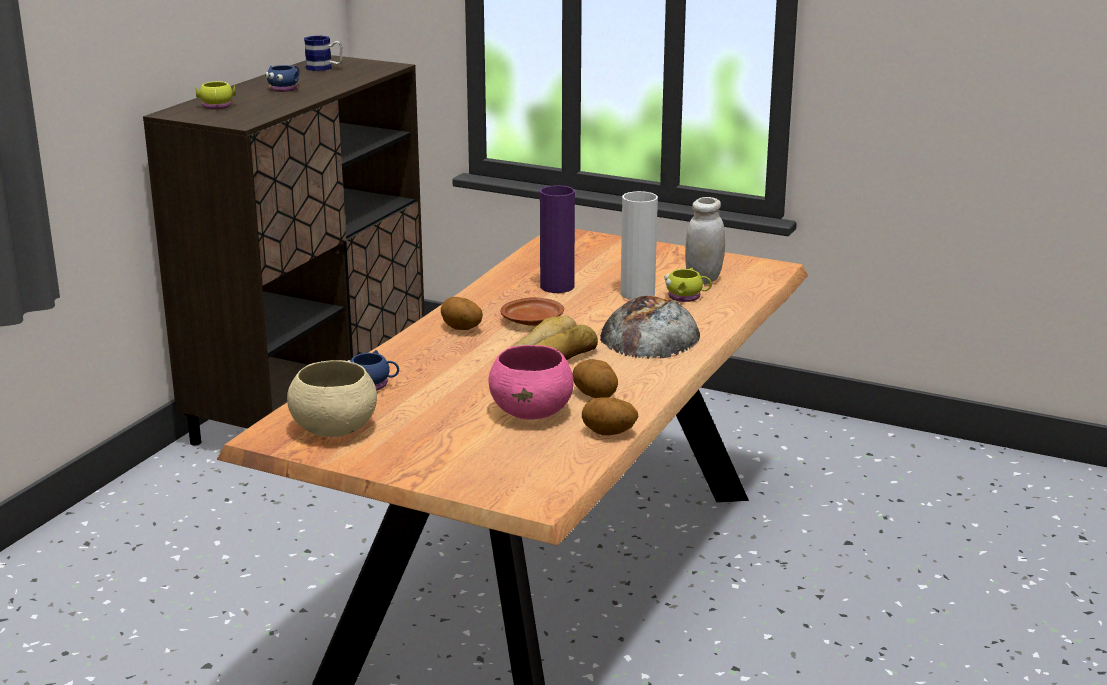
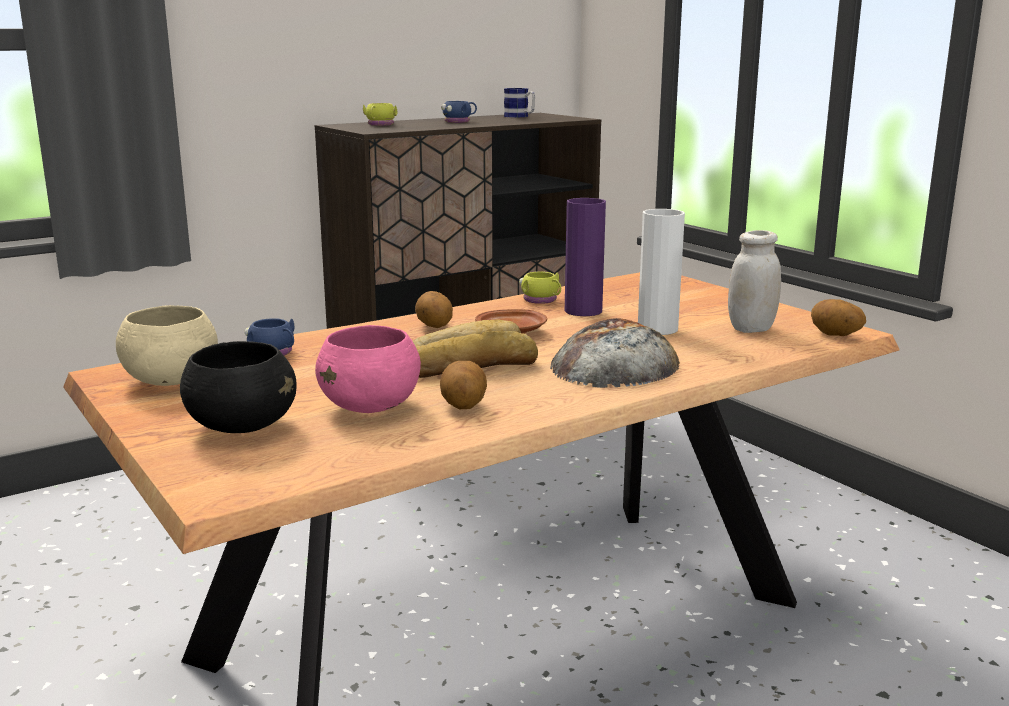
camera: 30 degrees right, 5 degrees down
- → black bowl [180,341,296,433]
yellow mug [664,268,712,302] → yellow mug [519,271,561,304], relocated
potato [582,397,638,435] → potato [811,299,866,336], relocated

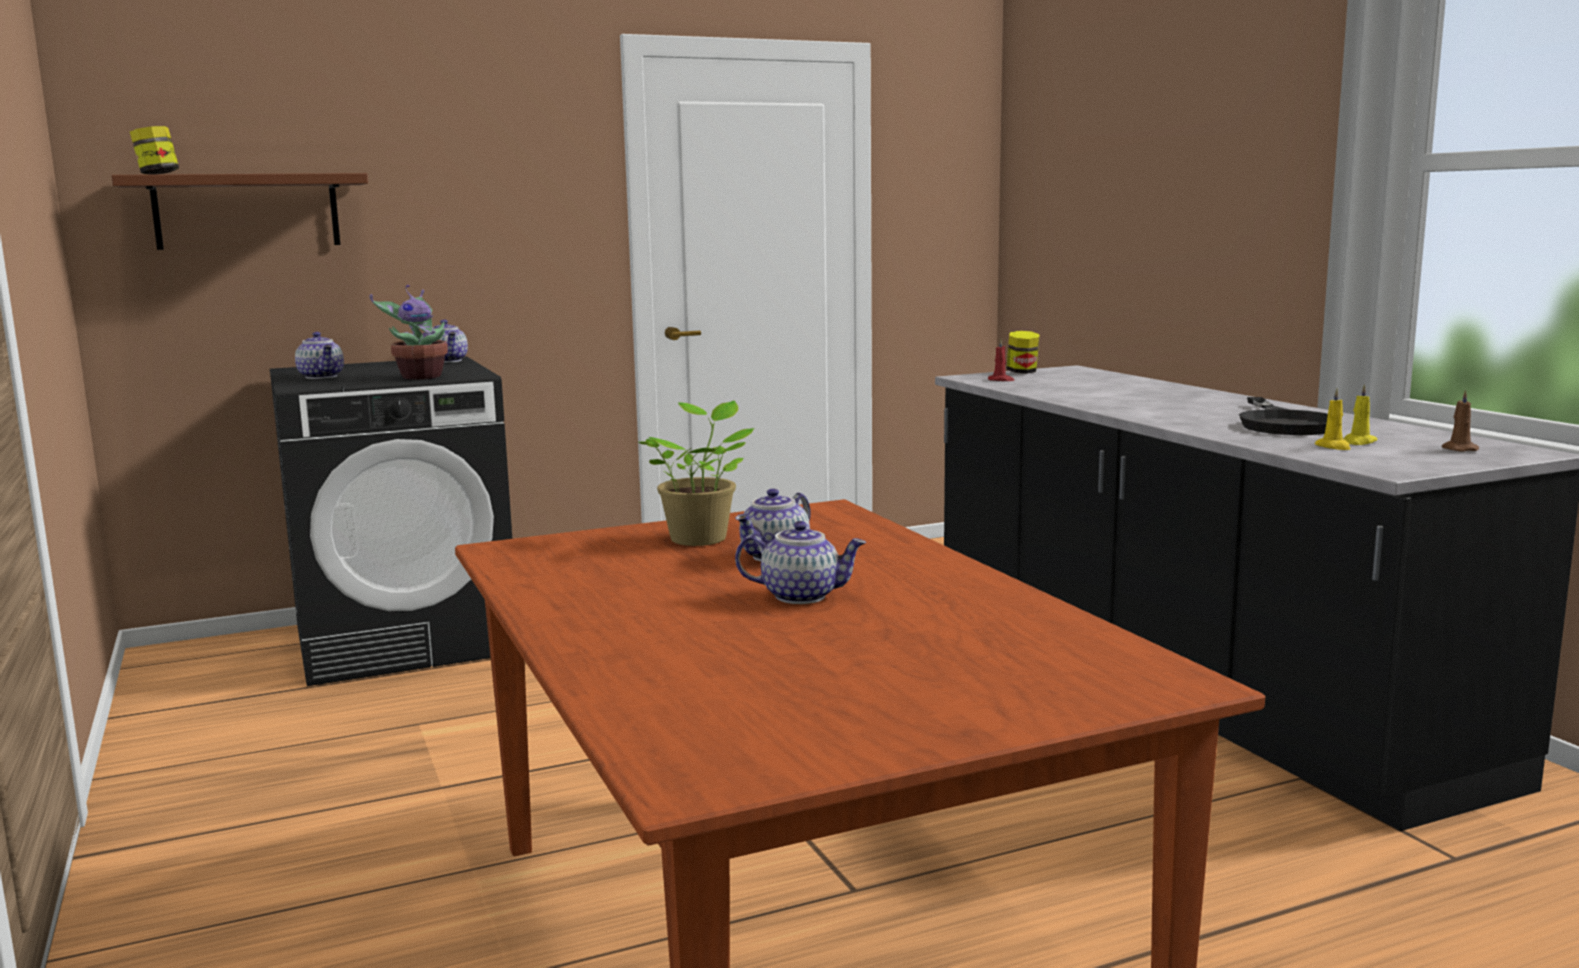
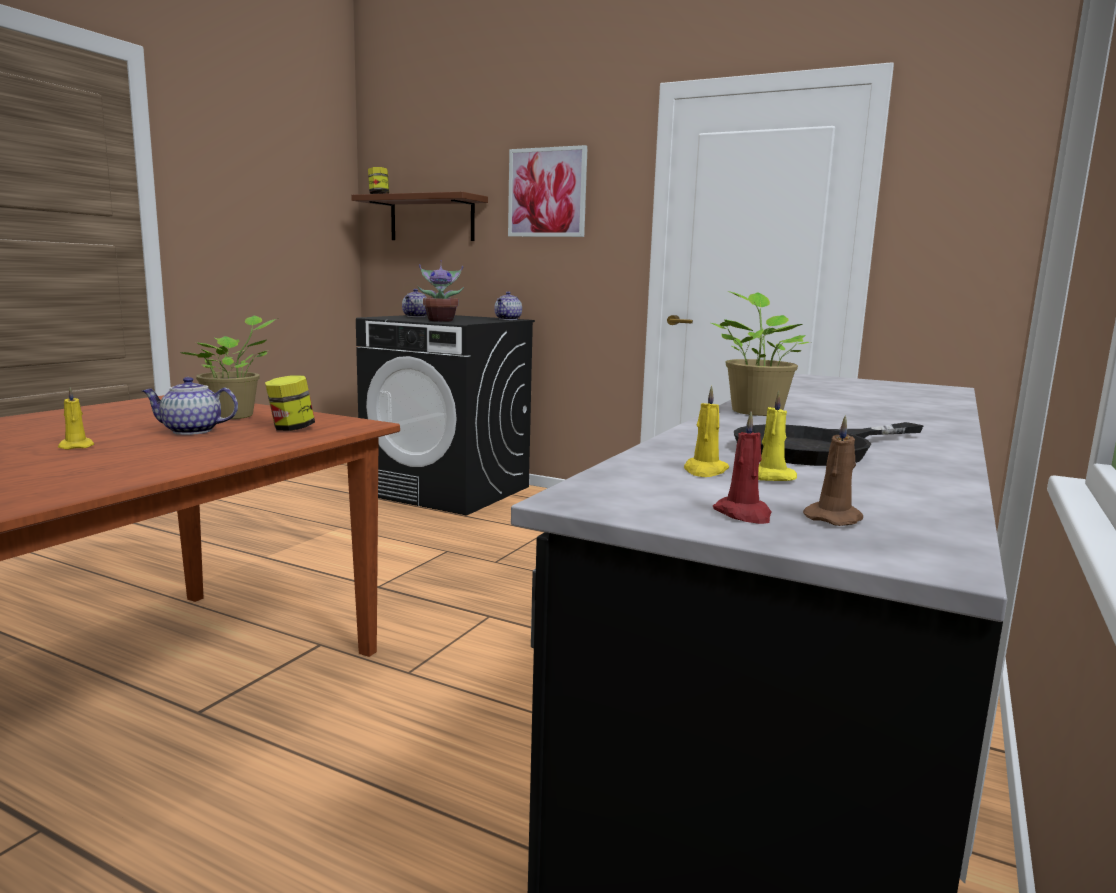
camera: 50 degrees right, 0 degrees up
teapot [735,521,867,604] → yellow candle [58,387,94,449]
jar [1006,331,1040,374] → jar [265,375,315,431], relocated
- → picture [508,145,588,237]
- → potted plant [711,291,809,416]
red candle [988,339,1014,381] → red candle [713,411,771,524], relocated

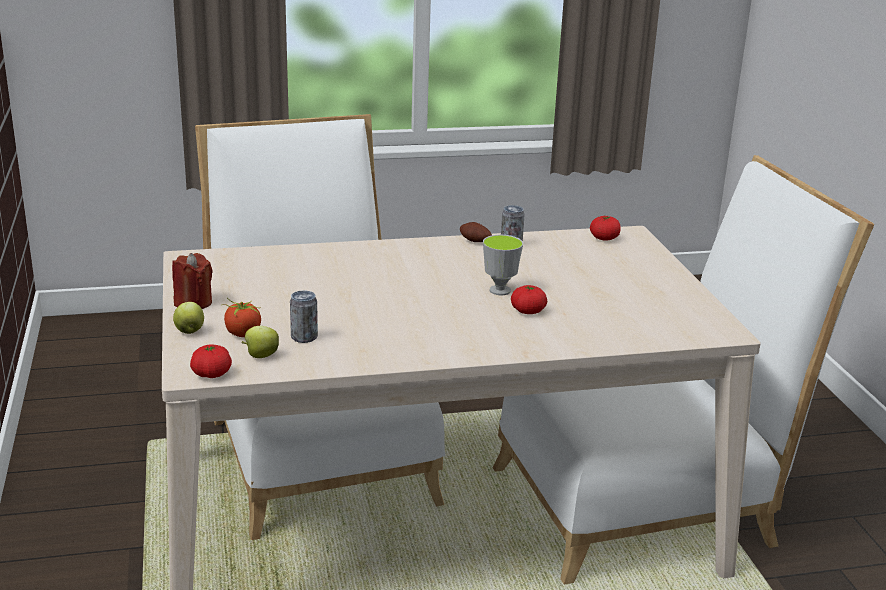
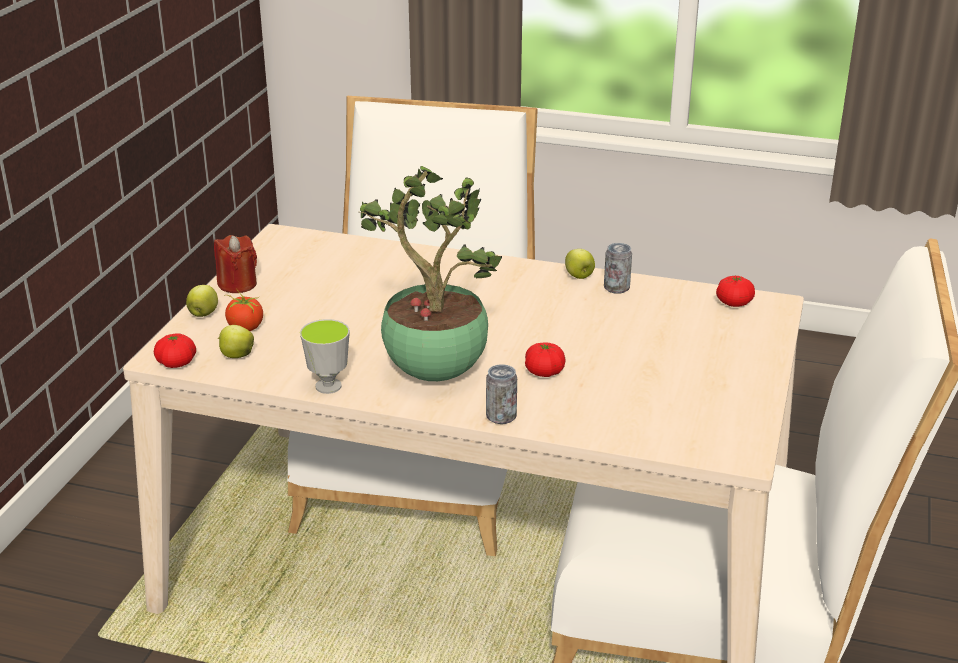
camera: 30 degrees right, 5 degrees up
cup [483,235,523,295] → cup [300,319,350,394], relocated
- → potted plant [360,166,502,381]
can [290,290,318,343] → can [486,364,517,424], relocated
potato [460,222,492,242] → apple [565,249,595,279]

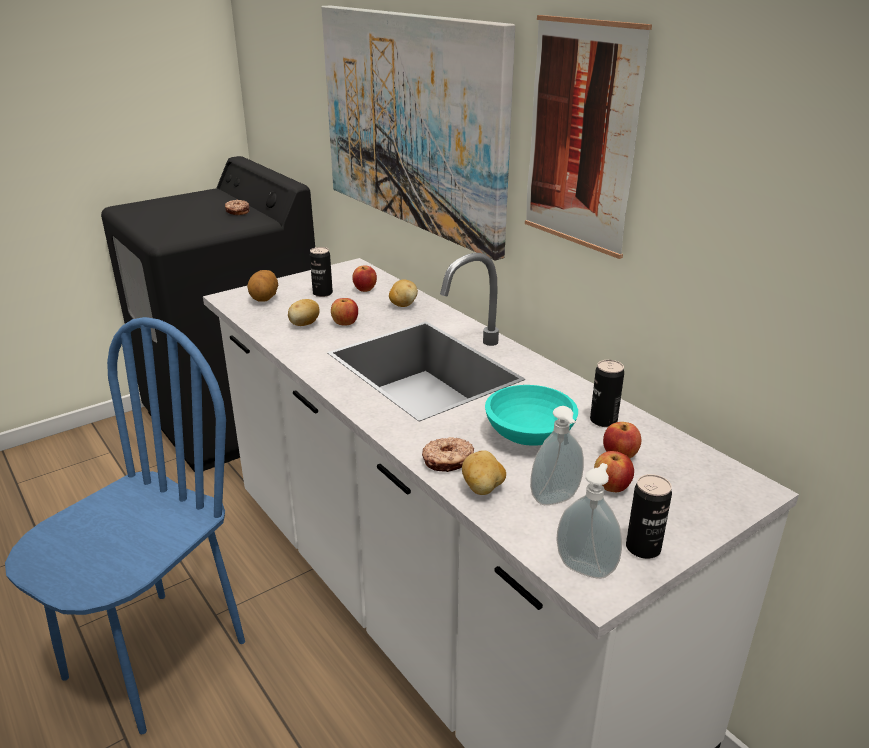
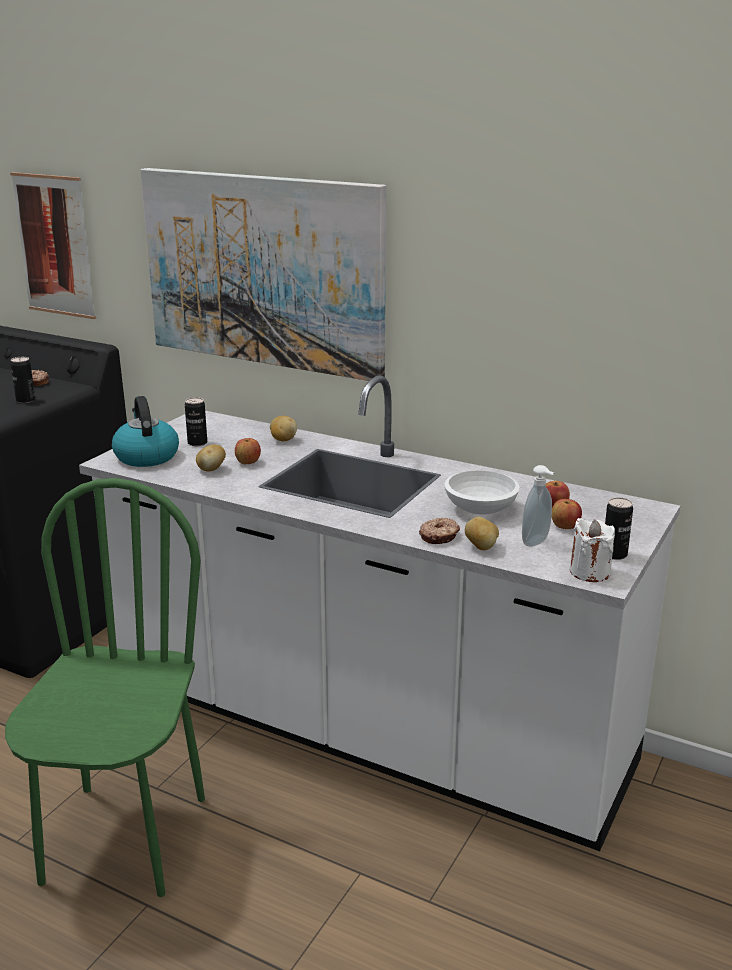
camera: 25 degrees left, 5 degrees down
blue chair [5,317,245,734] → green chair [5,478,205,897]
picture [525,15,652,259] → picture [10,172,96,319], relocated
can [590,360,624,427] → can [10,357,35,403], relocated
potato [247,270,278,302] → kettle [112,396,179,467]
turquoise bowl [485,385,578,446] → white bowl [444,470,520,515]
soap dispenser [556,463,622,579] → white candle [570,518,615,582]
apple [352,265,377,292] → -

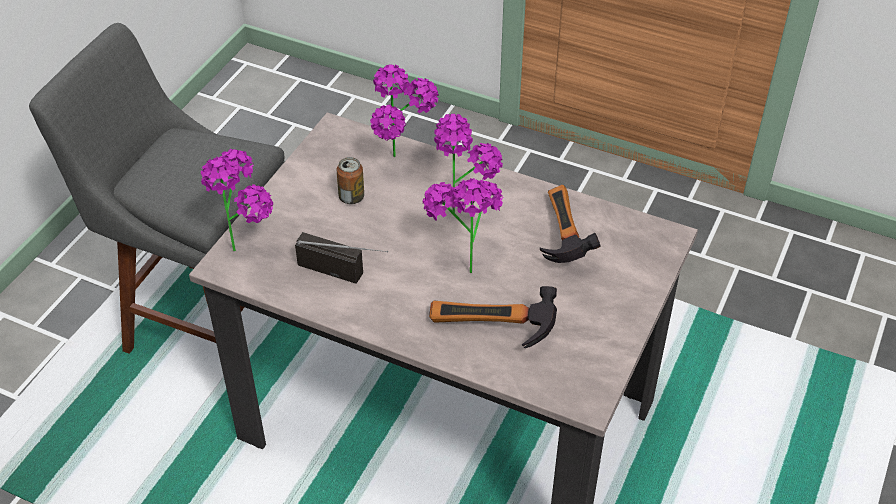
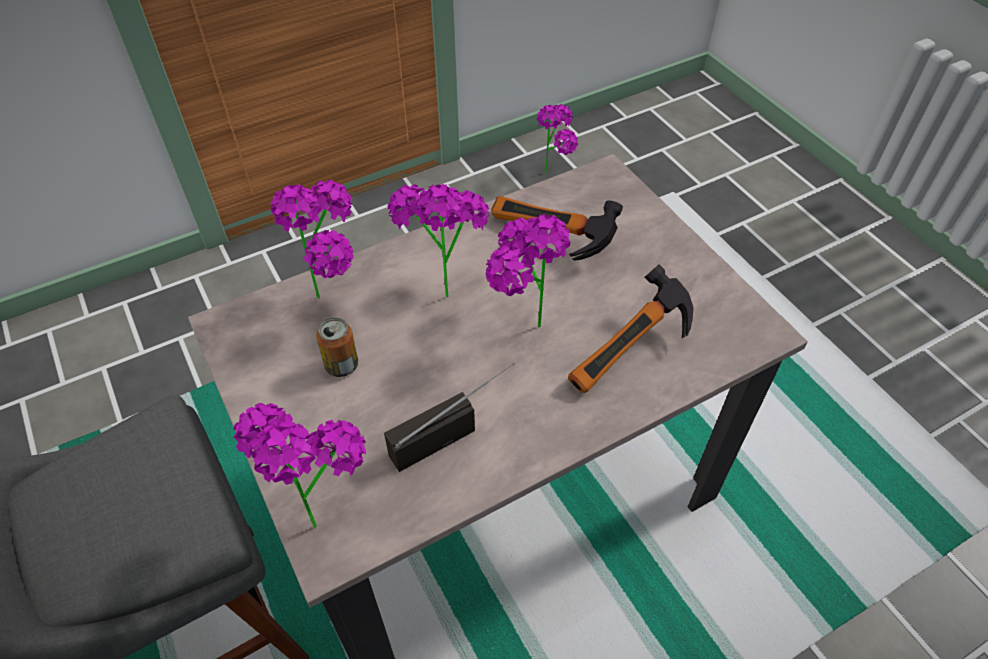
camera: 55 degrees left, 5 degrees up
- → potted plant [537,104,578,173]

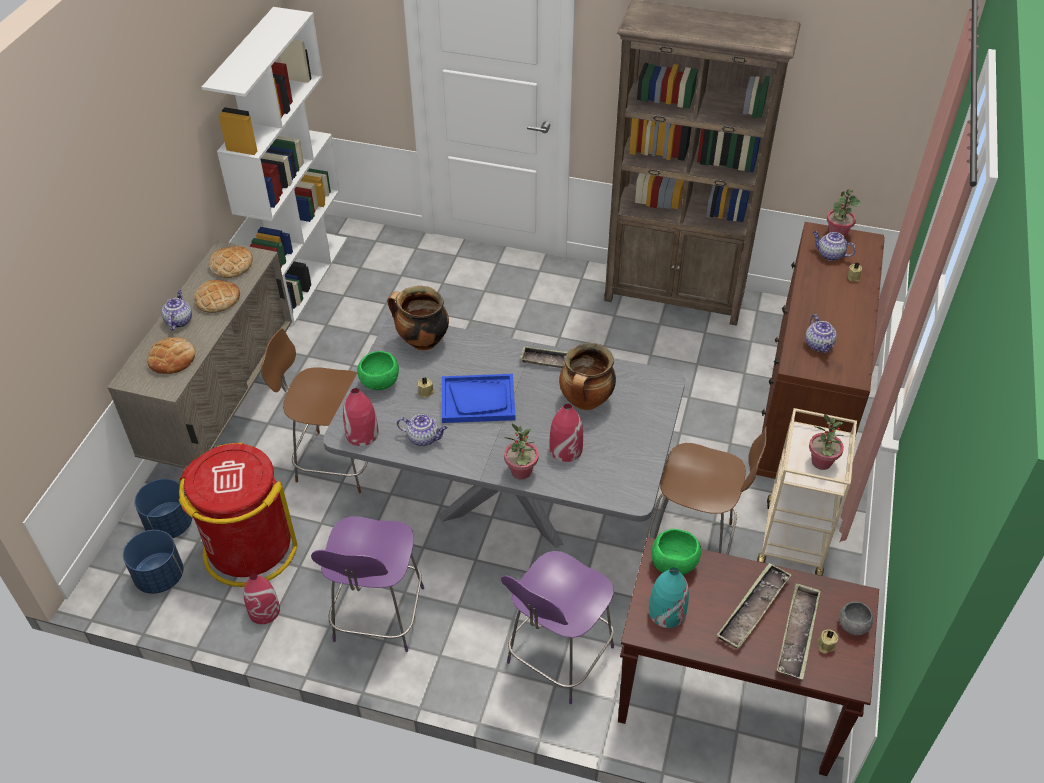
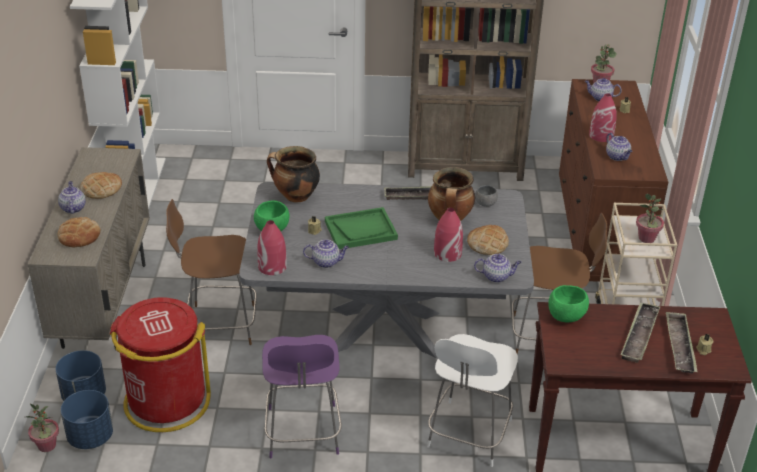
camera: 15 degrees left, 10 degrees down
potted plant [504,423,539,479] → potted plant [26,404,59,452], relocated
blue tray [442,374,515,423] → green tray [325,207,398,249]
purple chair [501,551,614,704] → white chair [427,334,518,467]
bread [209,246,253,278] → bread [467,225,509,255], relocated
- → teapot [474,254,521,283]
grey bowl [839,602,873,636] → grey bowl [475,185,498,207], relocated
red vase [244,574,280,624] → red vase [589,93,617,142], relocated
turquoise vase [649,567,689,628] → -

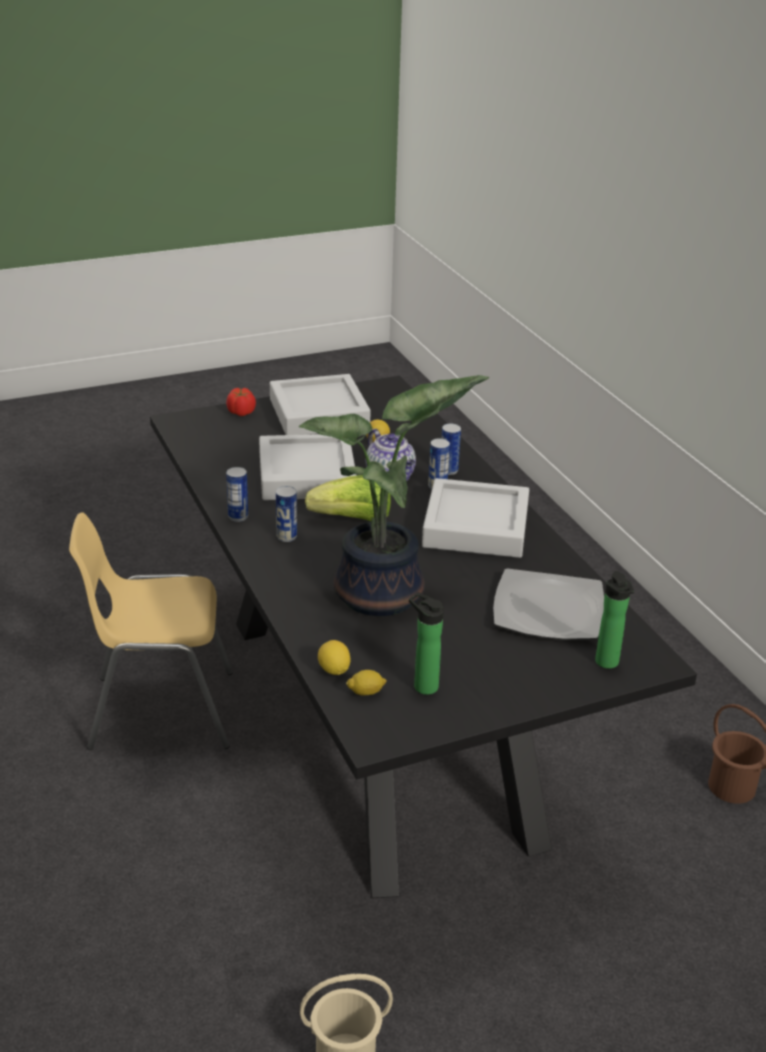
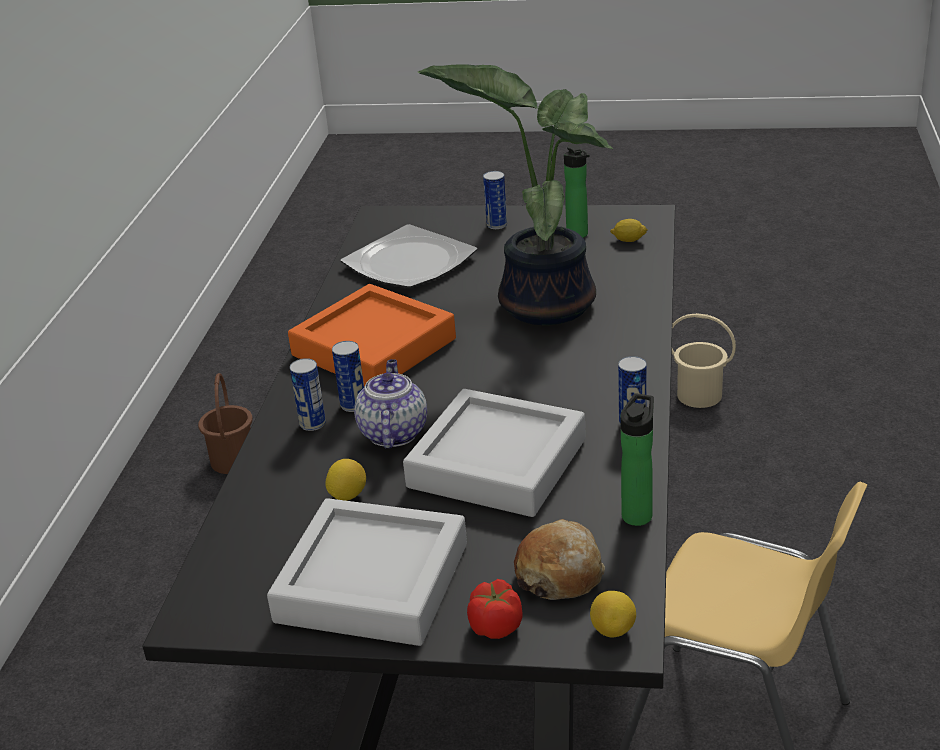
camera: 145 degrees left, 0 degrees up
grey tray [422,478,529,558] → orange tray [288,284,456,386]
can [276,486,297,542] → can [483,171,507,229], relocated
- → bread [514,519,605,600]
lemon [318,640,350,675] → lemon [590,591,636,637], relocated
bottle [595,571,634,669] → bottle [621,394,654,526], relocated
lettuce [305,475,391,522] → -

